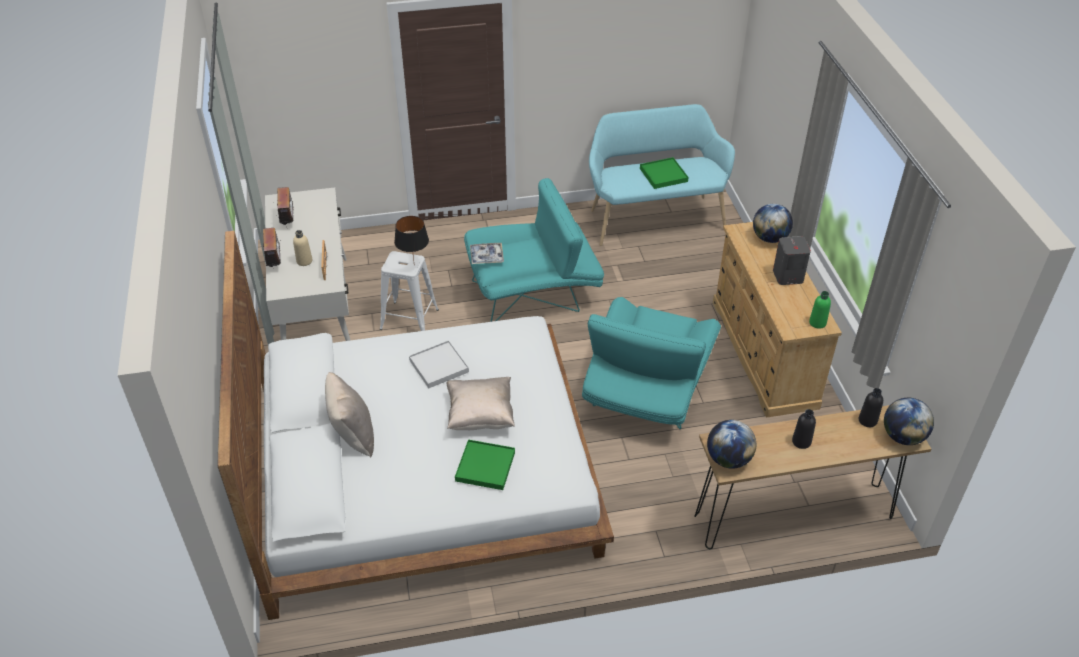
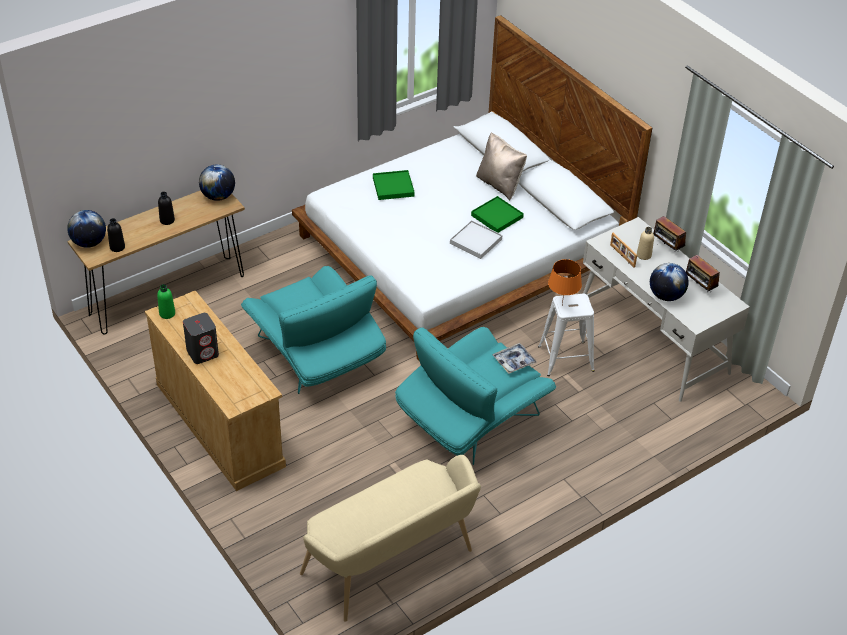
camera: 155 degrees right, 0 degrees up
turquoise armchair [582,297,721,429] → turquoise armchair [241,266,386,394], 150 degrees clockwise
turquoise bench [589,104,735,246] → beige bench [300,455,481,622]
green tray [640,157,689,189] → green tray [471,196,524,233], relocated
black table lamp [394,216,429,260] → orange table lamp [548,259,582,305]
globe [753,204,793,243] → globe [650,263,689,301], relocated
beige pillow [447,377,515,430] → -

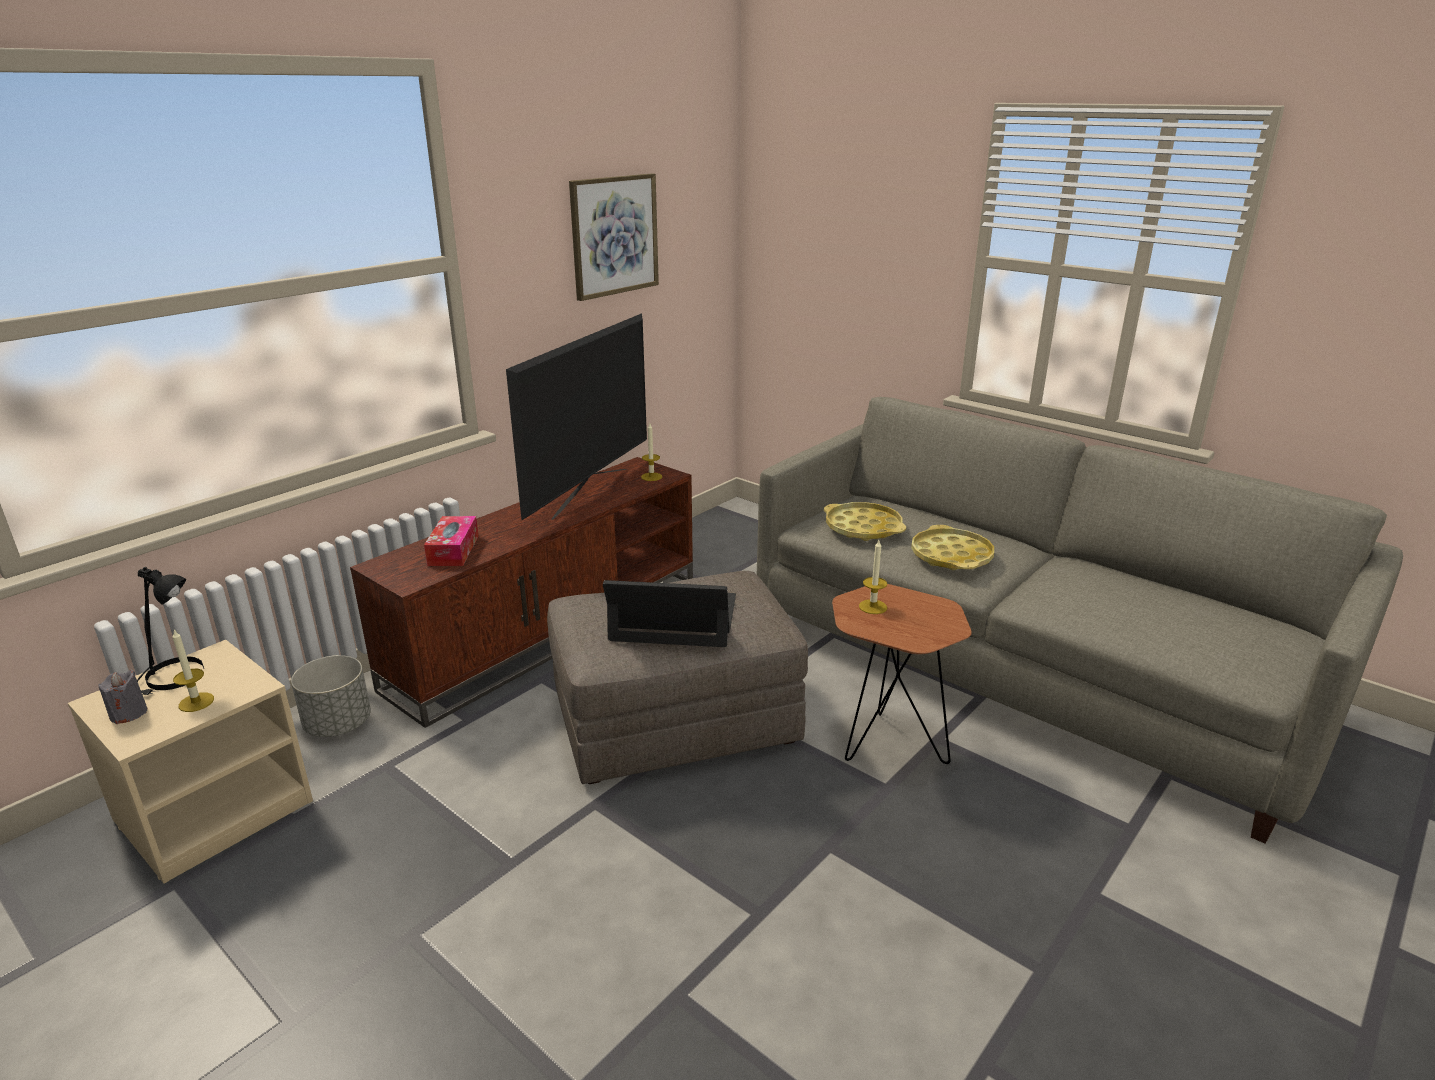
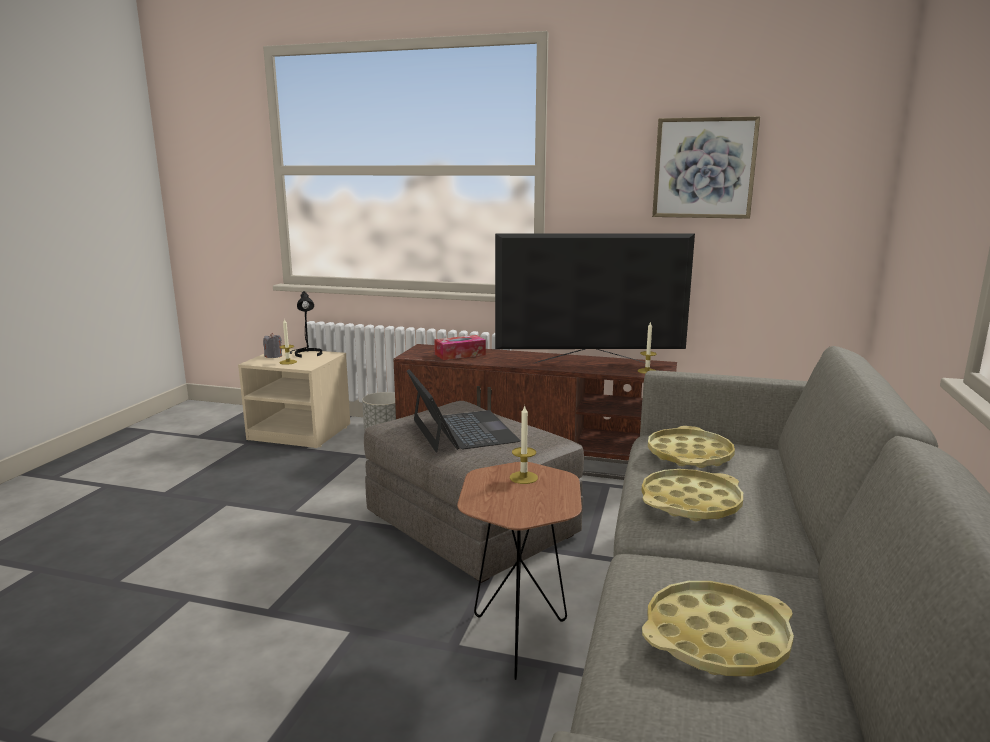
camera: 65 degrees right, 10 degrees down
- → yellow tray [642,581,794,676]

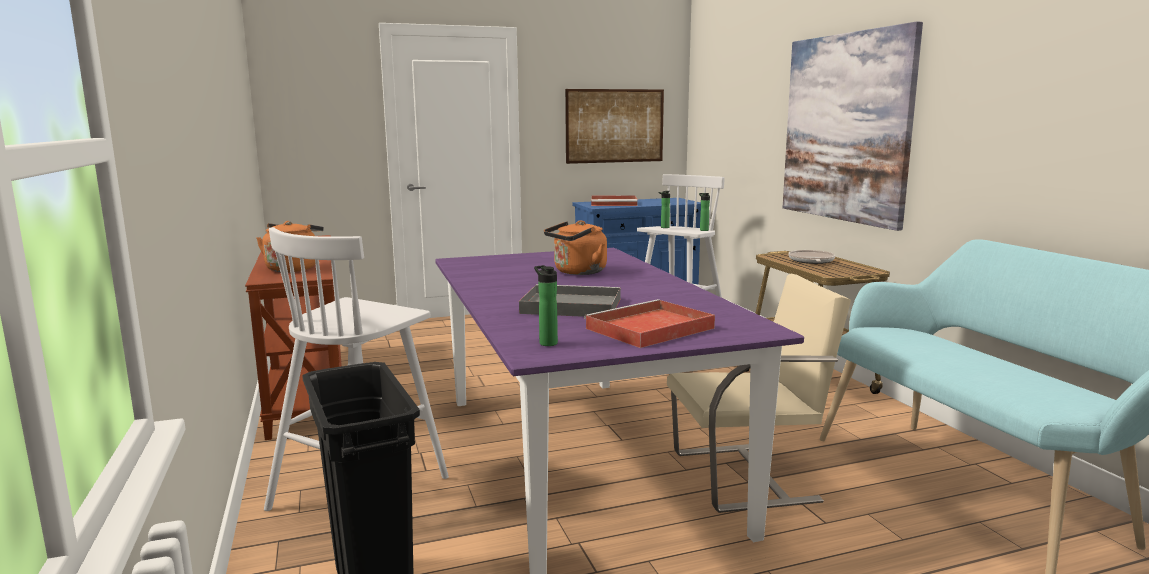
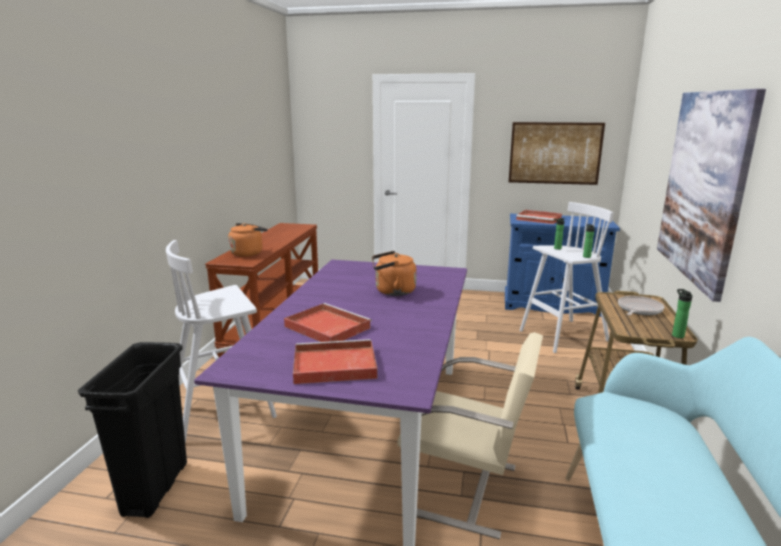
camera: 30 degrees right, 5 degrees up
grey tray [519,284,621,317] → red tray [284,303,372,342]
bottle [534,265,558,346] → bottle [672,289,692,338], relocated

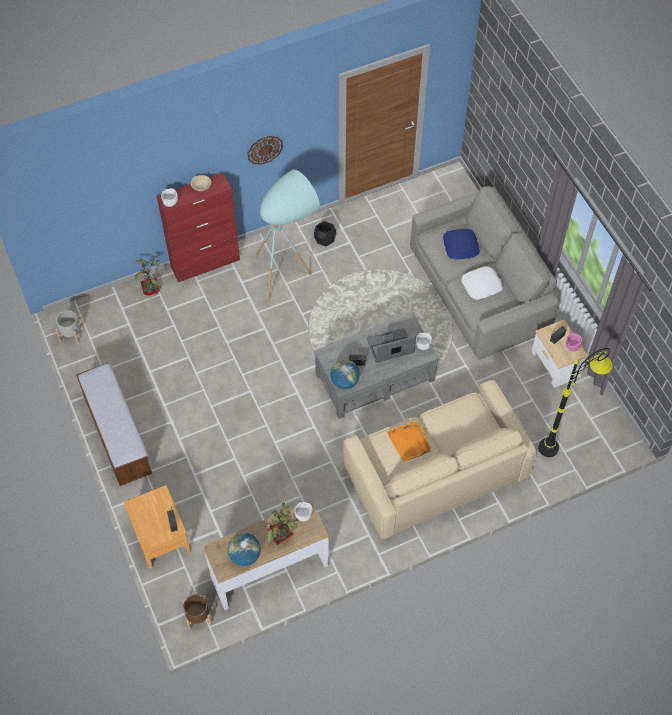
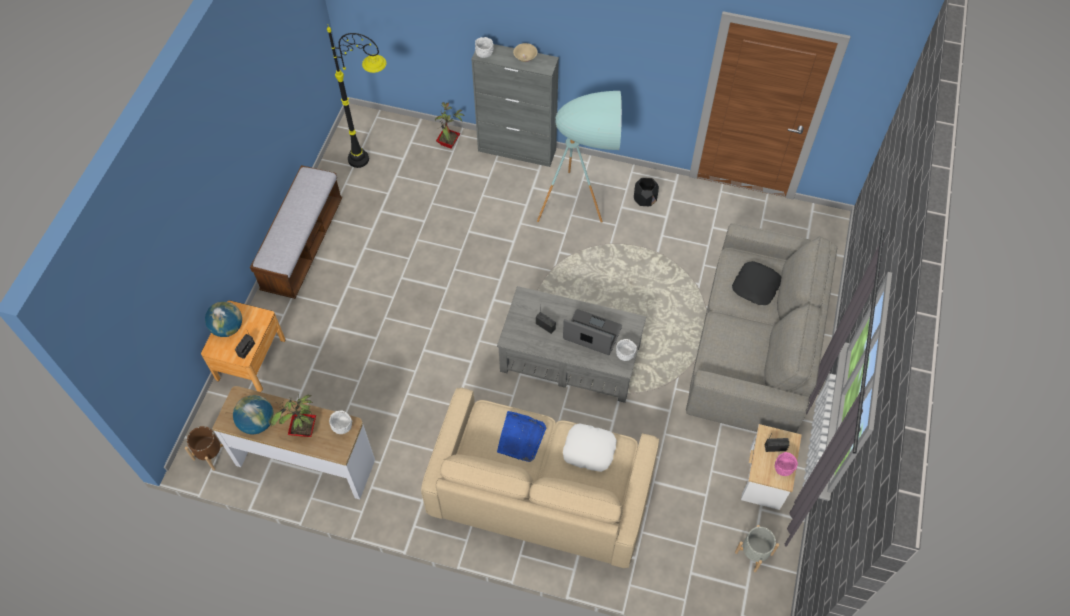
camera: 40 degrees right, 0 degrees up
globe [330,360,360,389] → globe [205,301,242,337], relocated
black floor lamp [538,348,612,457] → black floor lamp [327,26,386,168], relocated
red cabinet [157,173,240,282] → grey cabinet [471,44,559,167]
orange tray [387,422,431,461] → blue tray [497,411,547,462]
white pillow [462,266,503,300] → white pillow [563,423,617,472], relocated
blue pillow [443,229,480,260] → black pillow [732,261,781,305]
grey planter [55,310,84,345] → grey planter [735,525,779,572], relocated
wall clock [247,136,283,165] → -

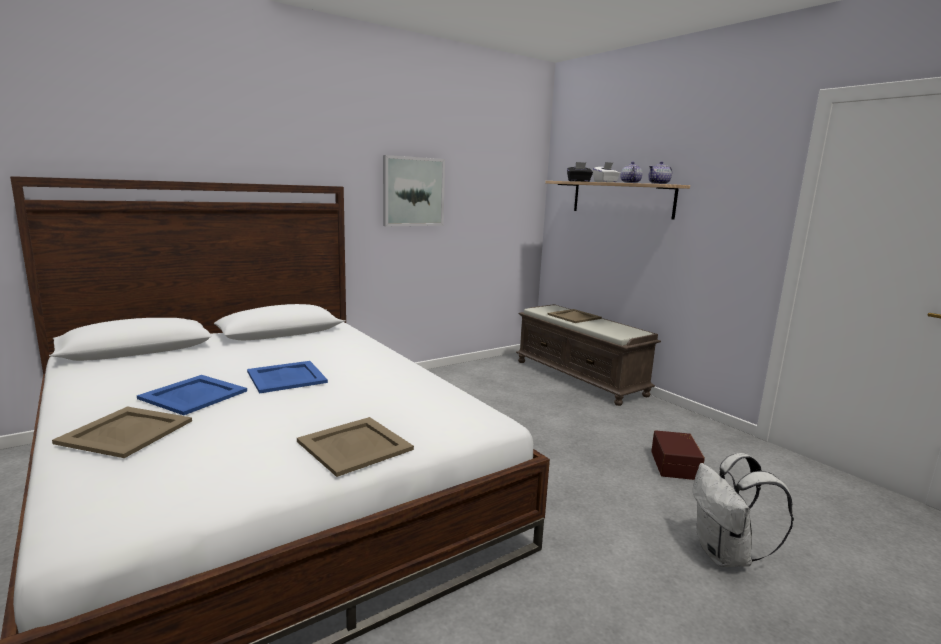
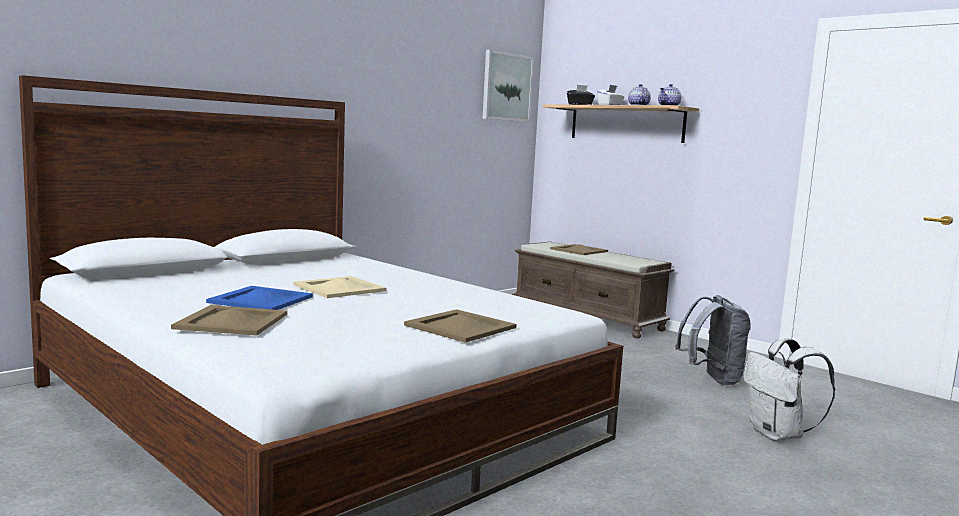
camera: 10 degrees left, 5 degrees down
blue tray [247,361,328,394] → beige tray [294,276,386,298]
picture [383,155,445,226] → picture [482,50,534,122], relocated
brown storage box [651,430,705,480] → grey backpack [675,295,751,385]

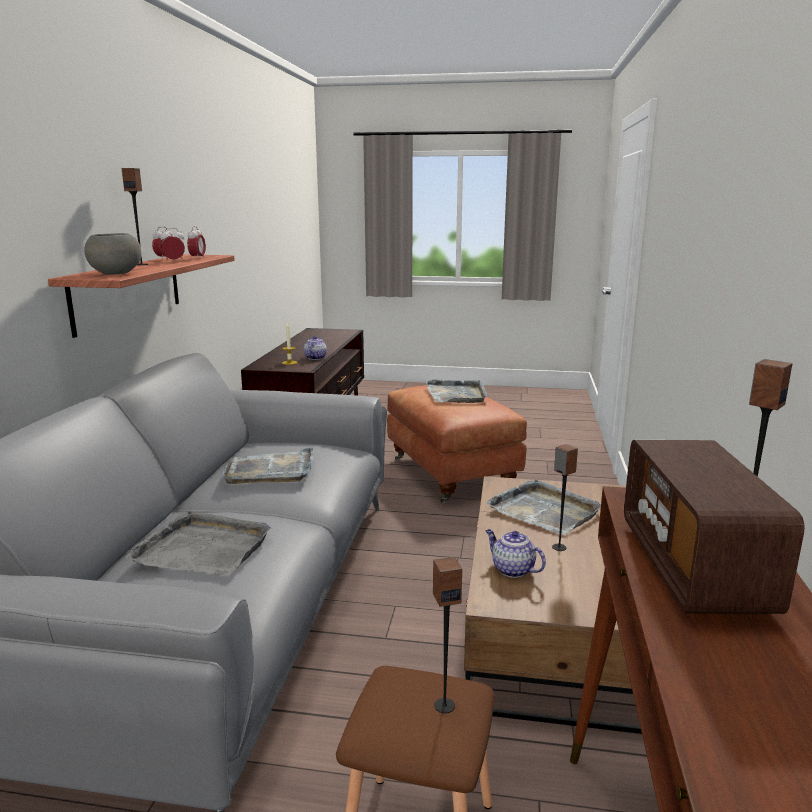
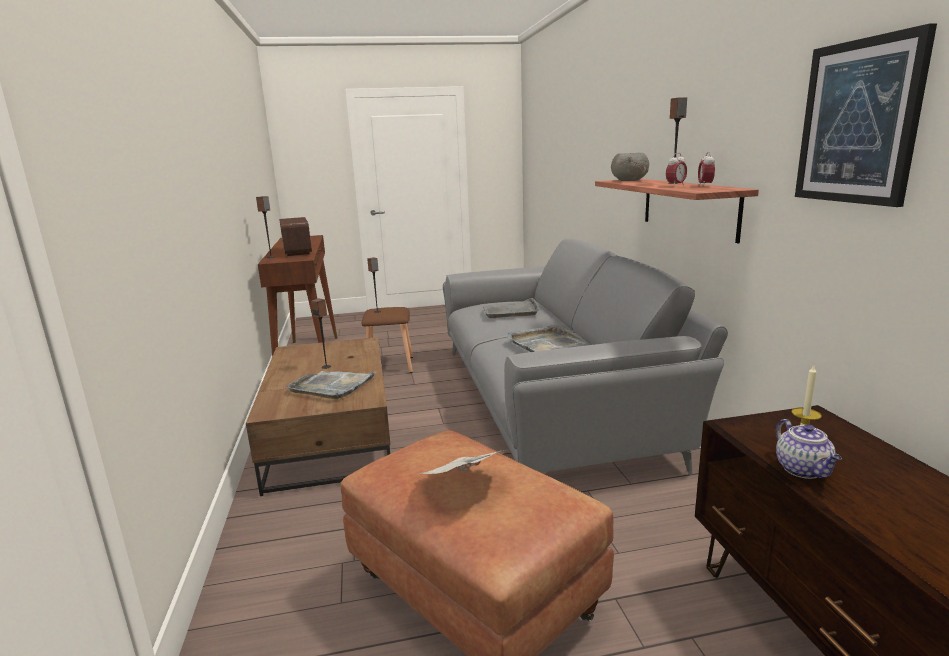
camera: 160 degrees right, 0 degrees up
grey tray [426,379,488,403] → newspaper [418,450,506,475]
- → picture [795,23,937,207]
alarm clock [187,226,206,258] → -
teapot [486,529,546,578] → -

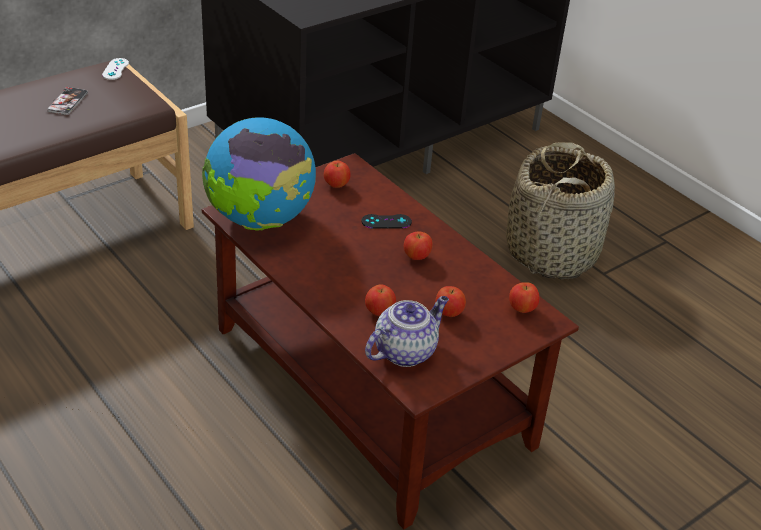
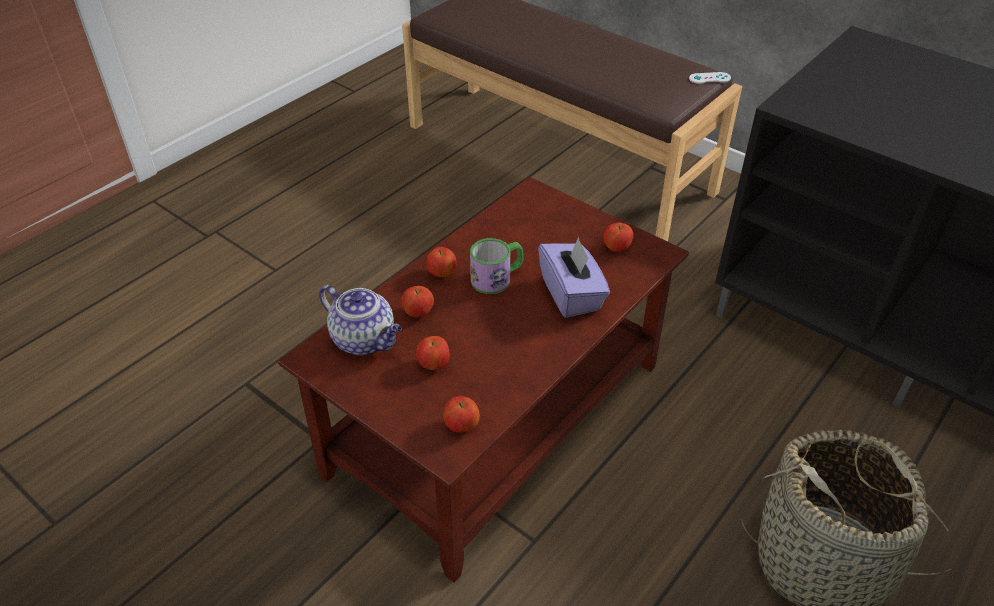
camera: 80 degrees right, 5 degrees up
apple [404,231,433,260] → apple [427,247,456,277], relocated
- → mug [470,238,524,294]
black game controller [361,214,412,229] → purple tissue box [538,237,610,318]
phone [47,87,88,115] → -
globe [202,117,316,231] → -

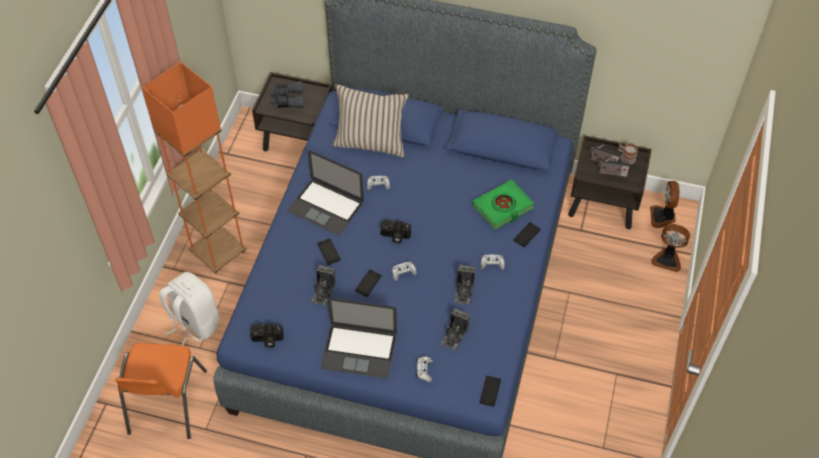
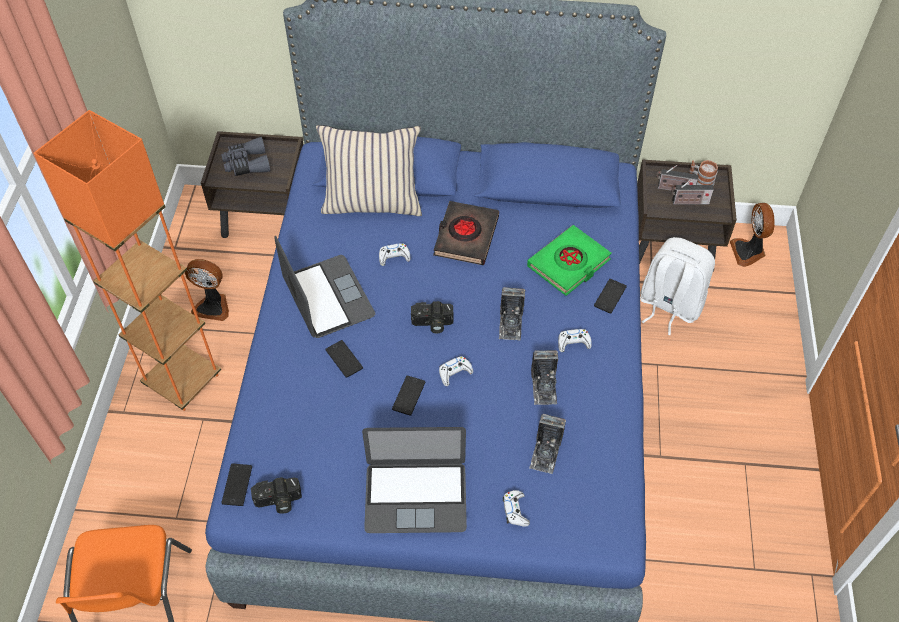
camera: 10 degrees left, 0 degrees up
fan [651,224,690,272] → fan [185,259,229,321], relocated
phone [479,376,501,407] → phone [221,464,252,506], relocated
laptop [288,151,364,235] → laptop [274,236,375,338], 135 degrees counterclockwise
- → black book [433,201,499,265]
photo camera [311,265,335,306] → photo camera [499,287,525,340], relocated
white backpack [159,272,220,346] → white backpack [640,237,715,335], relocated

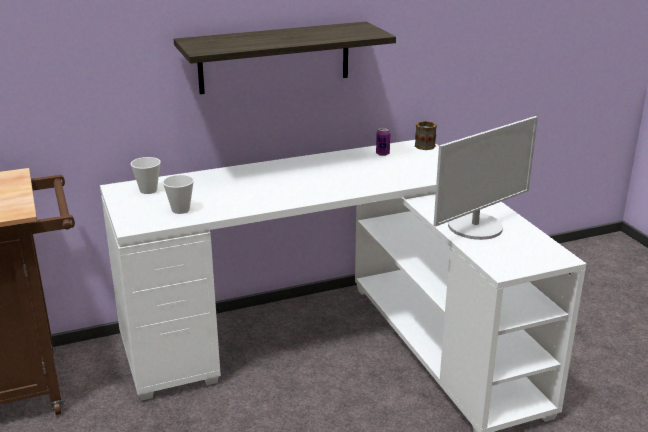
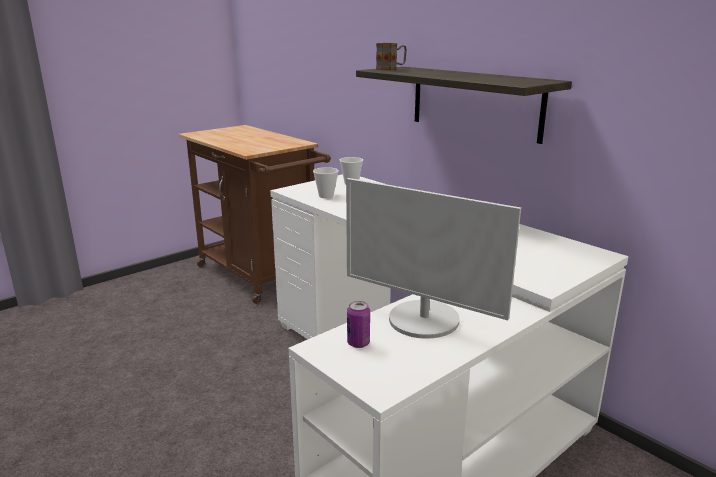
camera: 70 degrees right, 5 degrees down
can [376,127,391,156] → can [347,301,370,348], relocated
mug [415,121,437,150] → mug [376,43,407,70], relocated

